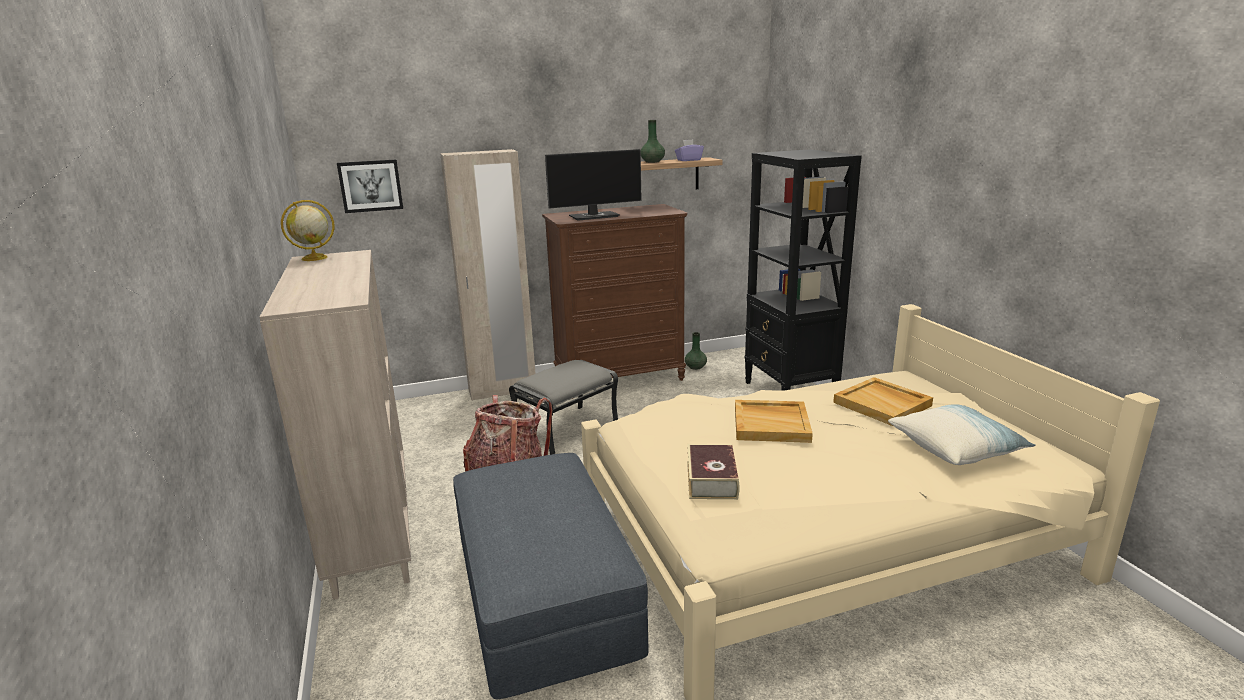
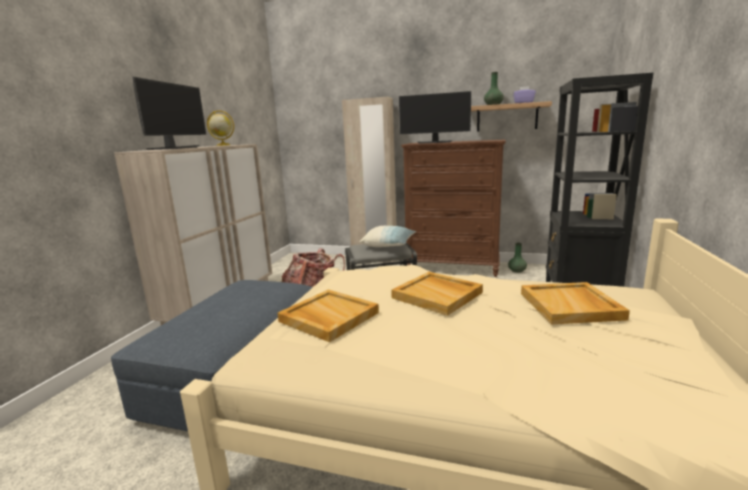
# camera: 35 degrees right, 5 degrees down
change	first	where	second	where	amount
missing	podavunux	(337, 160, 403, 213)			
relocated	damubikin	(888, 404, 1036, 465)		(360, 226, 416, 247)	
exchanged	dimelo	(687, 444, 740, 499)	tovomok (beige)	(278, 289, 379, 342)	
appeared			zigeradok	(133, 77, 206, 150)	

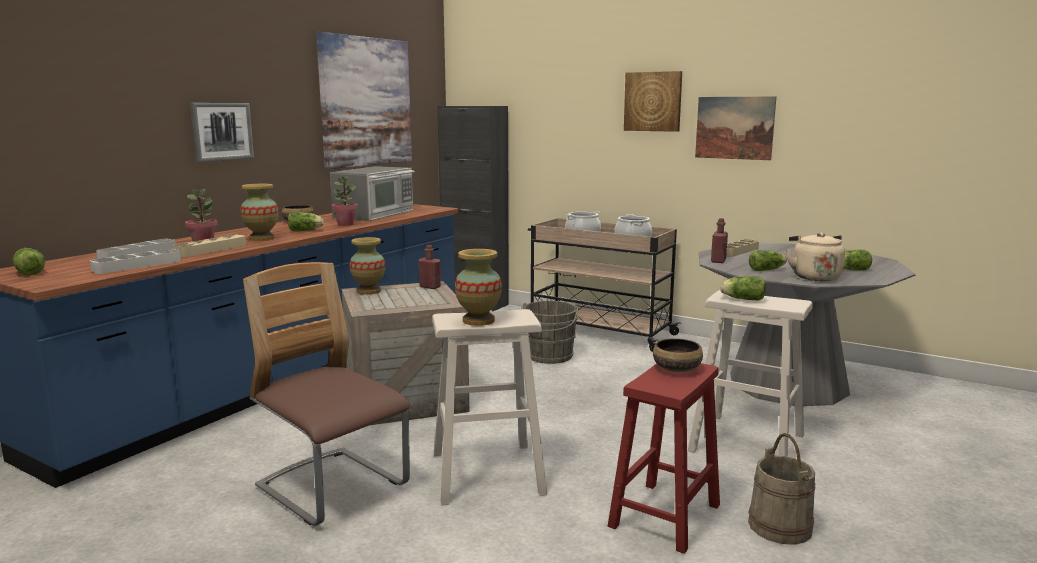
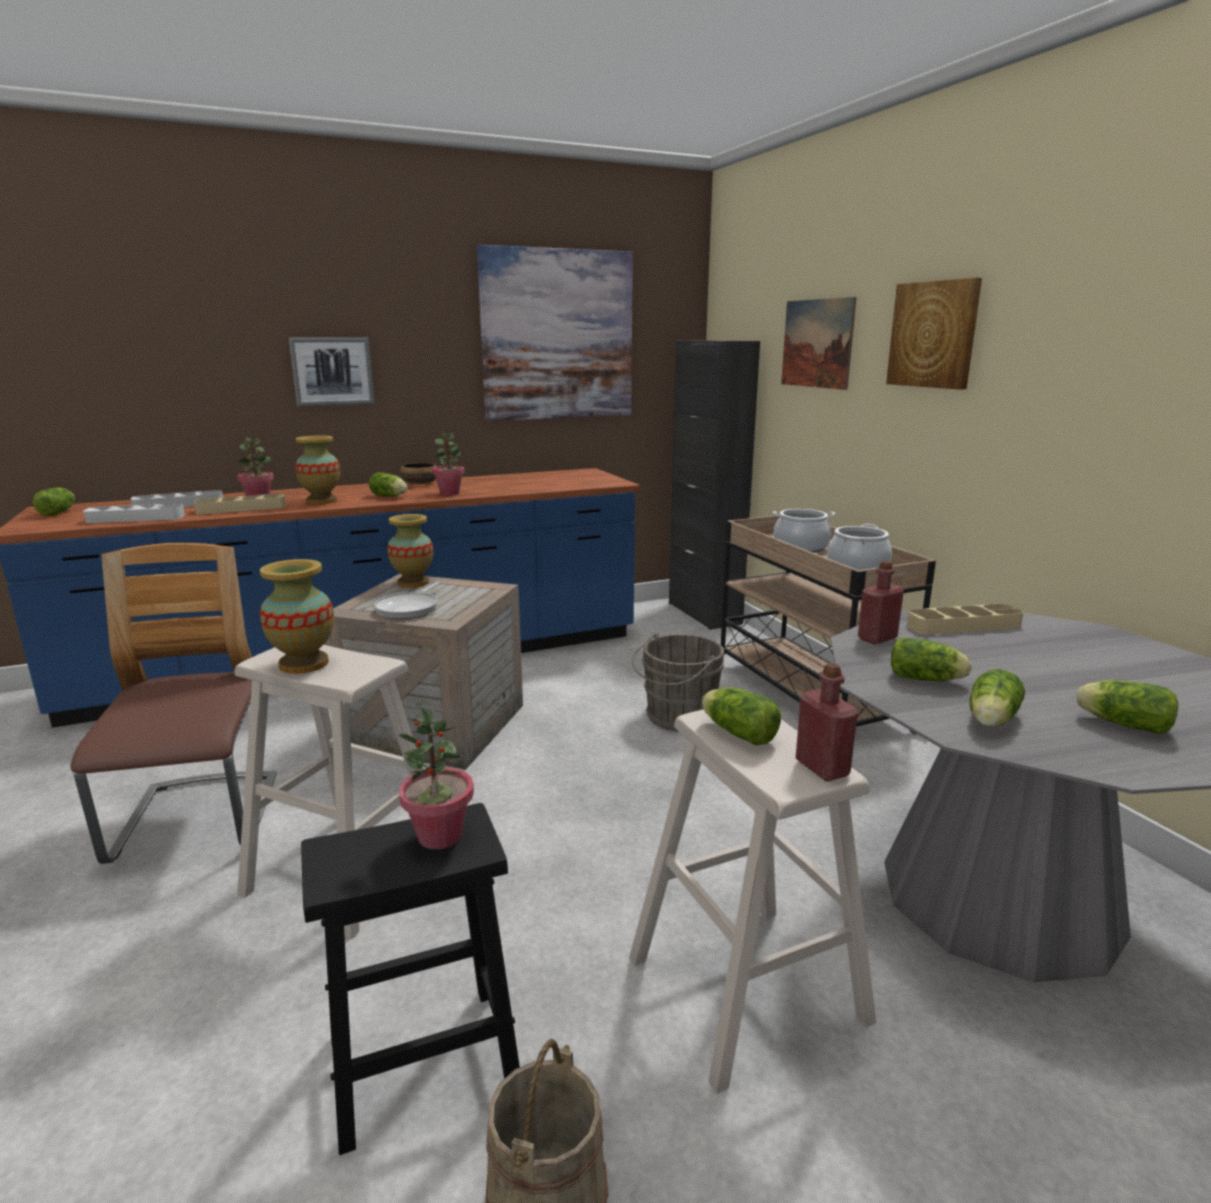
# camera: 35 degrees right, 5 degrees up
change	first	where	second	where	amount
relocated	podavunux	(695, 96, 776, 160)		(781, 297, 856, 390)	
missing	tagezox	(330, 166, 415, 221)			
exchanged	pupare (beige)	(786, 233, 845, 281)	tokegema	(970, 669, 1025, 727)	
relocated	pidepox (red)	(418, 245, 441, 289)		(795, 663, 858, 781)	
exchanged	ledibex	(653, 338, 703, 372)	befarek	(399, 706, 474, 849)	
colour	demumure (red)	(608, 363, 720, 554)	demumure (black)	(301, 803, 520, 1155)	
appeared			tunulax	(374, 582, 441, 619)	

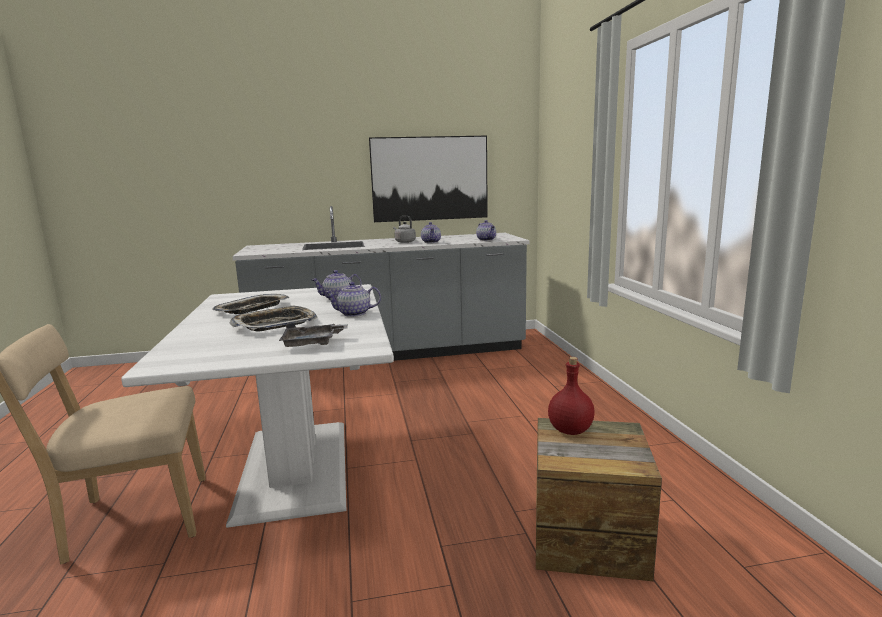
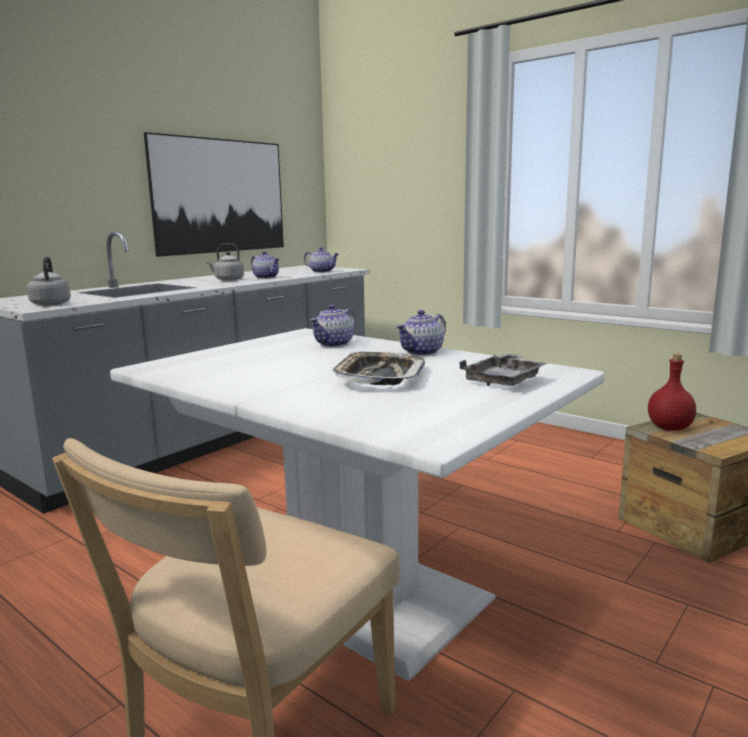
# camera: 40 degrees left, 0 degrees up
change	first	where	second	where	amount
missing	tovomok	(212, 294, 289, 314)			
appeared			pupare (grey)	(27, 257, 71, 306)	

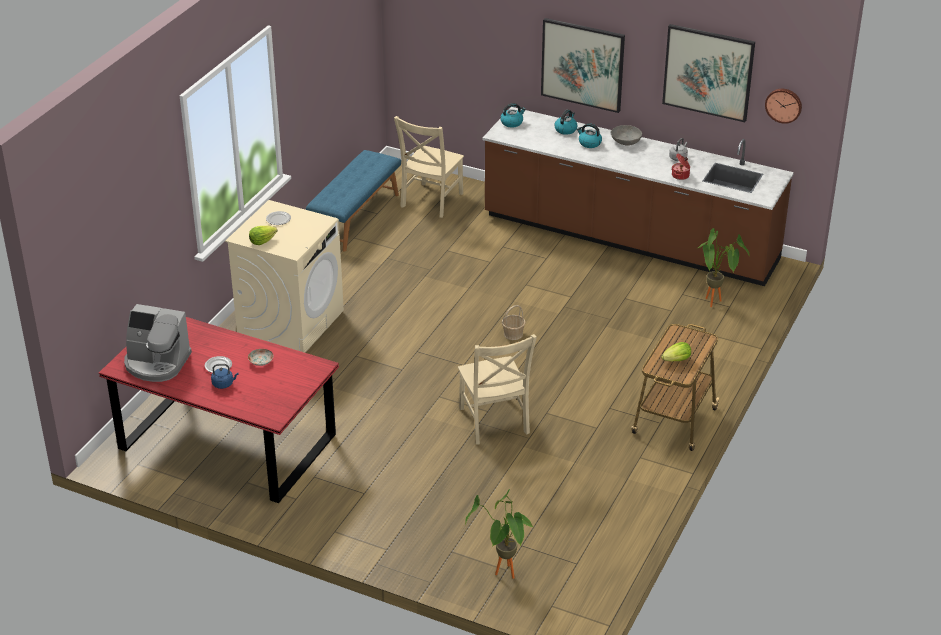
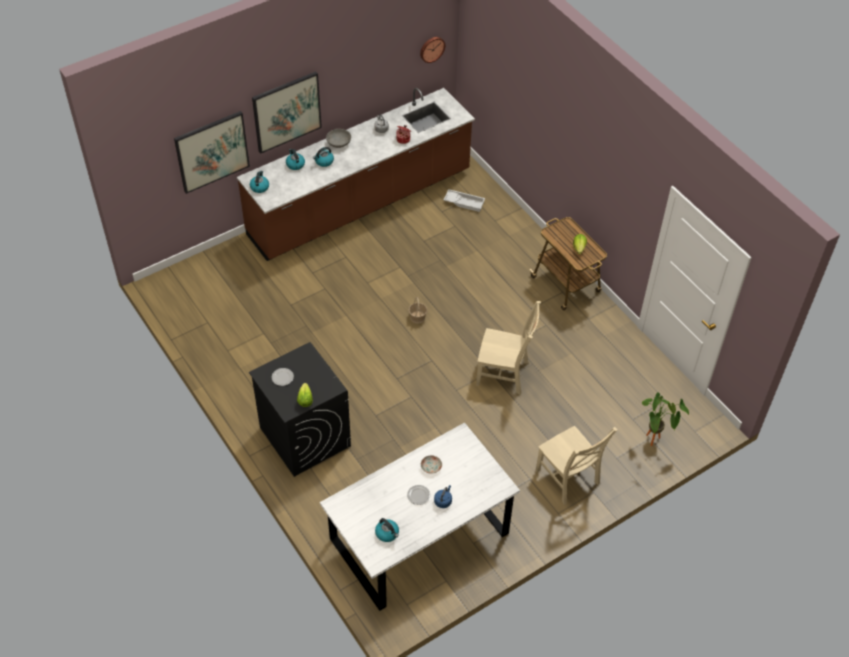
# camera: 60 degrees left, 15 degrees up
change	first	where	second	where	amount
relocated	podavunux	(662, 24, 755, 122)		(174, 111, 250, 194)	
relocated	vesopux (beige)	(394, 116, 464, 218)		(536, 426, 618, 505)	
missing	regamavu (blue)	(306, 150, 401, 251)			
colour	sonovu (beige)	(225, 200, 344, 353)	sonovu (black)	(249, 342, 351, 477)	
exchanged	befarek	(696, 228, 749, 307)	tovomok (white)	(444, 189, 485, 212)	
exchanged	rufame	(124, 304, 192, 382)	pupare	(375, 518, 399, 542)	
colour	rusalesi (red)	(99, 317, 339, 503)	rusalesi (white)	(320, 423, 520, 611)	

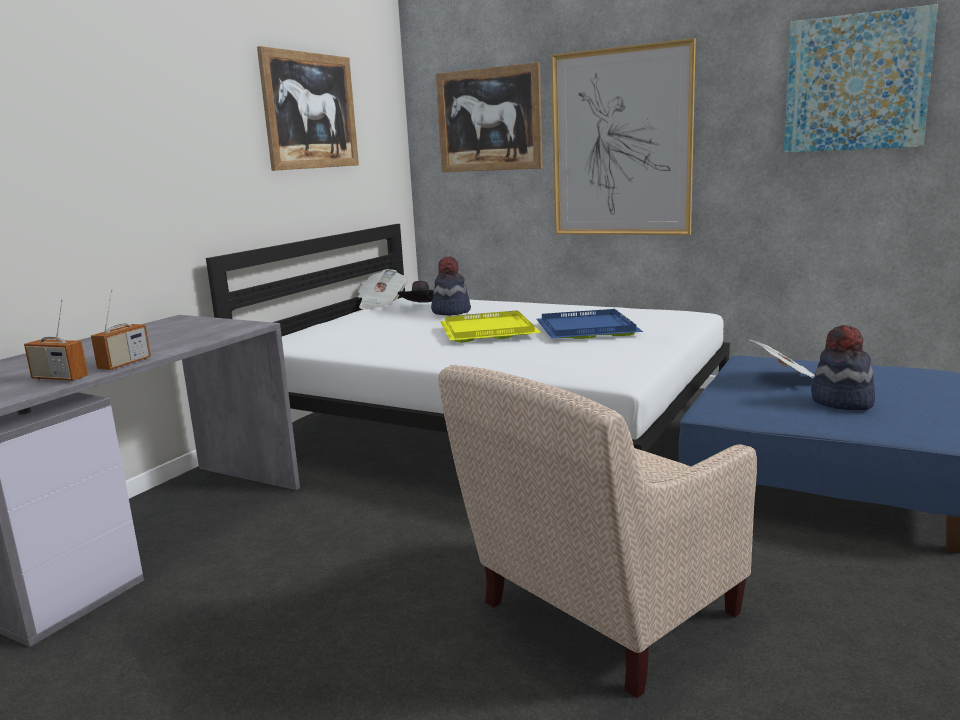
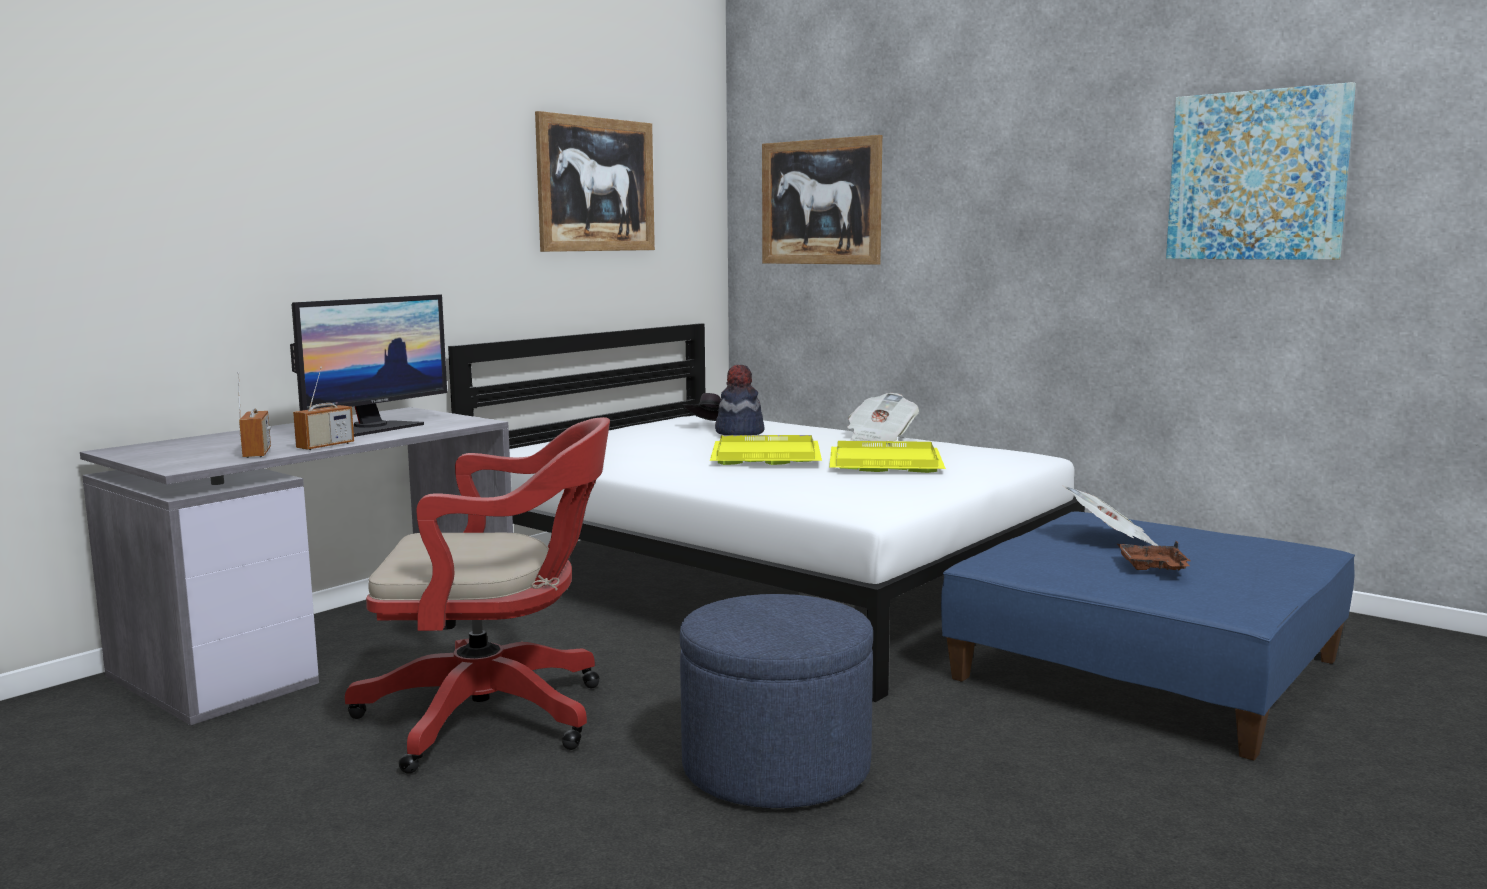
# camera: 10 degrees right, 5 degrees down
change	first	where	second	where	amount
missing	podavunux	(551, 38, 696, 235)			
relocated	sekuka	(358, 269, 408, 309)		(847, 393, 919, 445)	
spun	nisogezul	(24, 299, 88, 381)		(238, 372, 271, 458)	135 degrees counterclockwise
colour	tovomok (blue)	(536, 309, 643, 339)	tovomok (yellow)	(829, 441, 946, 473)	
exchanged	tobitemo	(811, 325, 875, 410)	tovomok (brown)	(1117, 541, 1190, 570)	
exchanged	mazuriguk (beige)	(438, 365, 757, 698)	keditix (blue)	(680, 594, 873, 808)	
appeared			zigeradok	(290, 295, 447, 437)	
appeared			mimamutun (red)	(345, 417, 610, 774)	

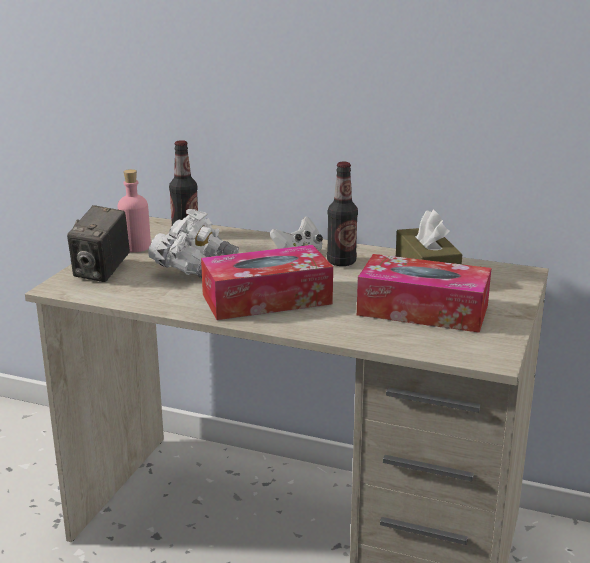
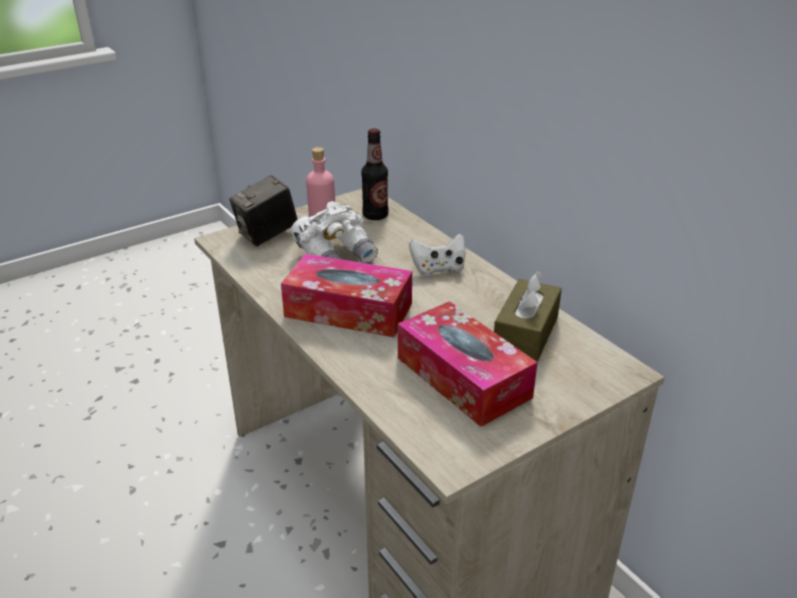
# camera: 35 degrees right, 10 degrees up
change	first	where	second	where	amount
missing	pidepox	(327, 162, 358, 266)			

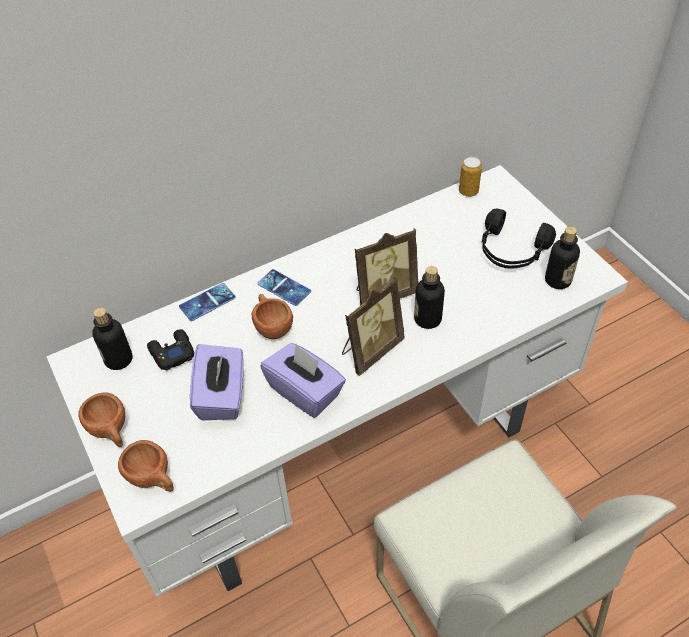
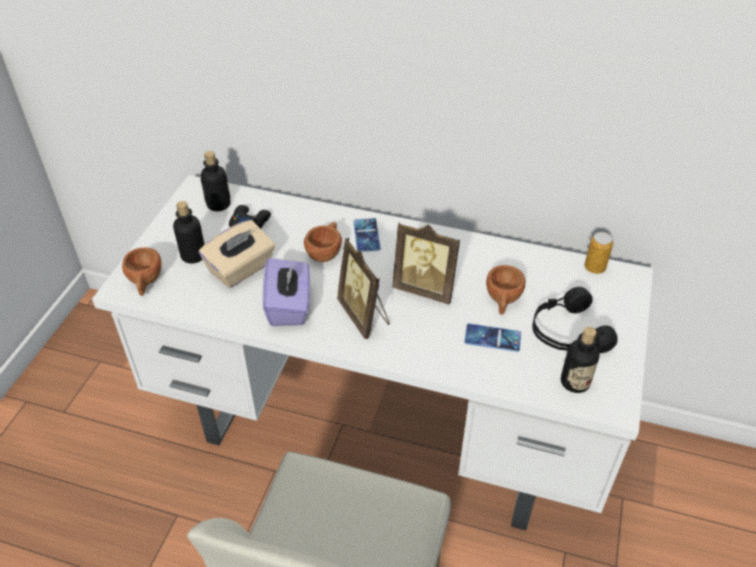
# camera: 45 degrees right, 5 degrees down
change	first	where	second	where	amount
relocated	pidepox	(414, 266, 445, 329)		(173, 201, 205, 264)	
spun	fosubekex	(342, 277, 405, 376)		(337, 238, 390, 339)	60 degrees clockwise
relocated	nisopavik	(179, 283, 236, 321)		(464, 324, 521, 352)	
colour	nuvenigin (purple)	(190, 344, 244, 420)	nuvenigin (beige)	(199, 220, 275, 288)	
relocated	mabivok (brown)	(79, 392, 125, 447)		(486, 265, 526, 315)	

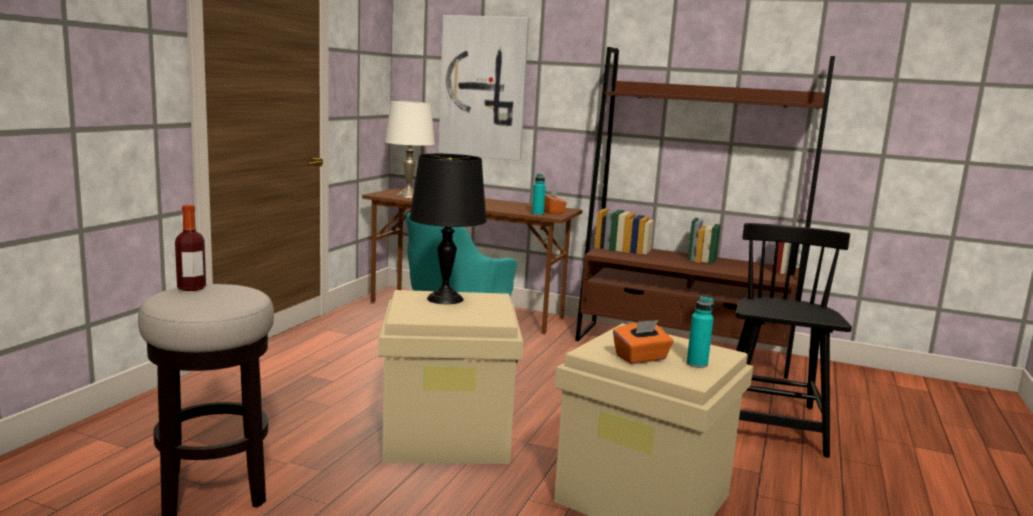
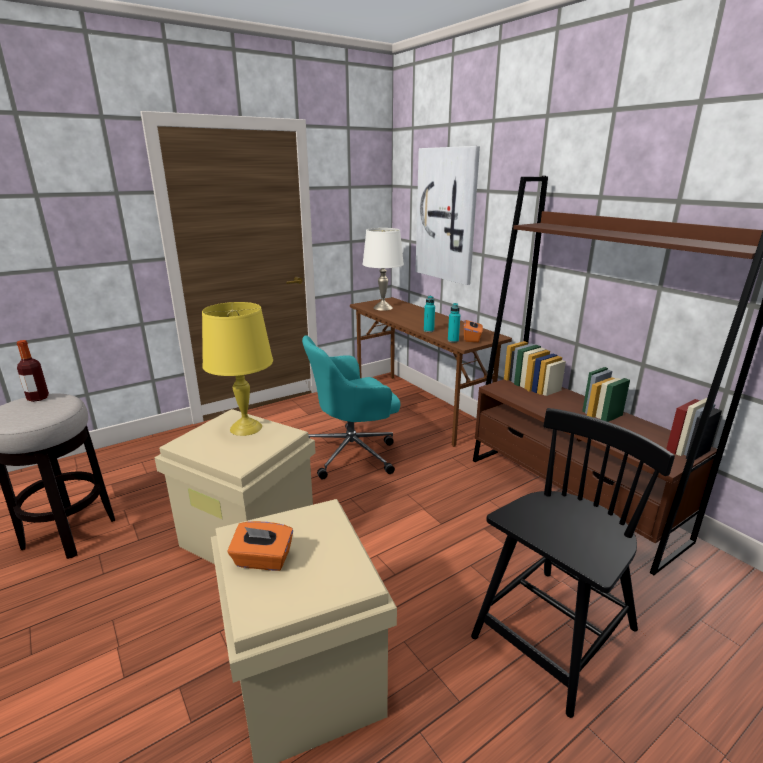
# camera: 35 degrees right, 10 degrees up
change	first	where	second	where	amount
colour	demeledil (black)	(409, 154, 487, 304)	demeledil (yellow)	(202, 302, 273, 436)	
relocated	pidepox (turquoise)	(687, 296, 714, 368)		(424, 296, 435, 332)	

